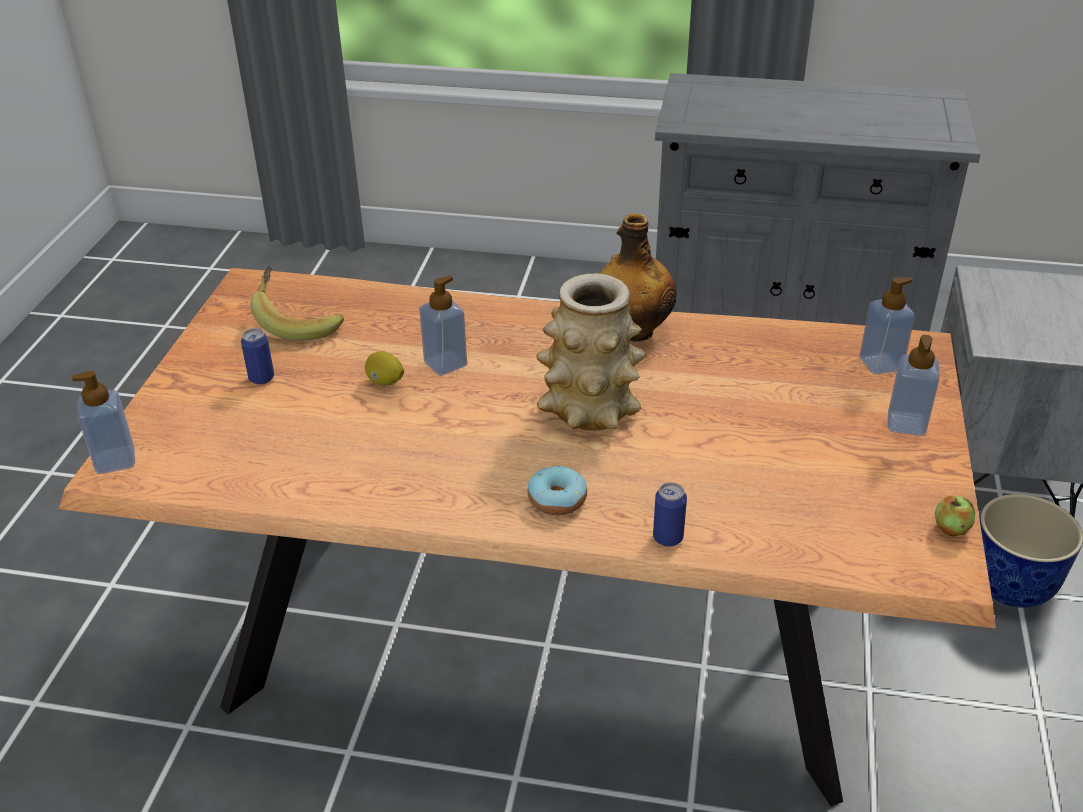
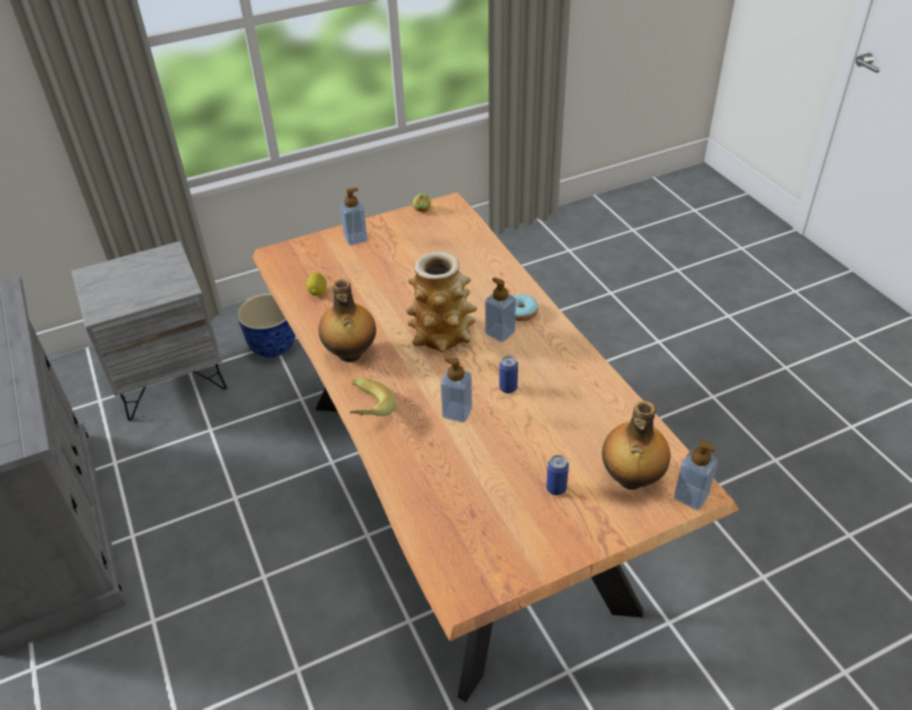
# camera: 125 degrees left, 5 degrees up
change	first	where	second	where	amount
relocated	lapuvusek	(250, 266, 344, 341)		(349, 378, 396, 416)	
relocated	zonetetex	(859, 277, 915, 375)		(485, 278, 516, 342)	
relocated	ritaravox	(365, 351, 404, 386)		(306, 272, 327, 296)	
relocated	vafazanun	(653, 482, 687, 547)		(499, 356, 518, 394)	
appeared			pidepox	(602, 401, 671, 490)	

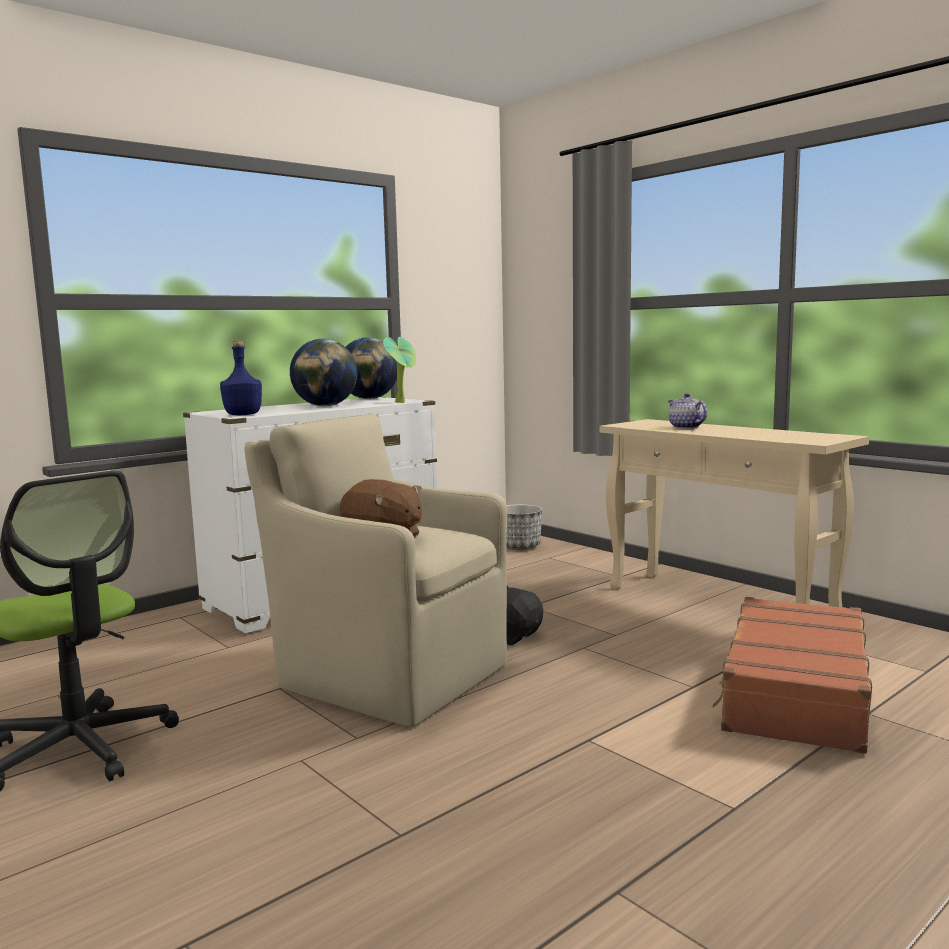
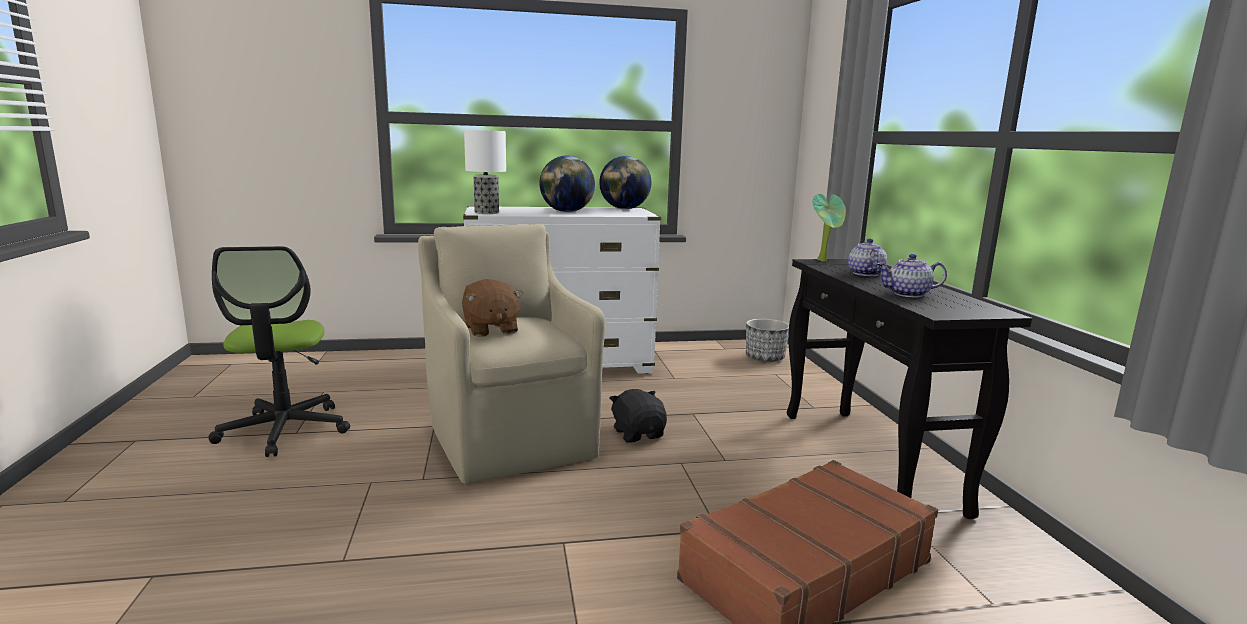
# camera: 30 degrees right, 5 degrees up
change	first	where	second	where	amount
relocated	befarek	(383, 337, 416, 403)		(812, 194, 846, 262)	
exchanged	pidepox (blue)	(220, 341, 262, 415)	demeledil	(464, 130, 506, 214)	
colour	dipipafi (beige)	(600, 419, 869, 608)	dipipafi (black)	(787, 259, 1032, 519)	
appeared			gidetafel	(877, 254, 947, 297)	

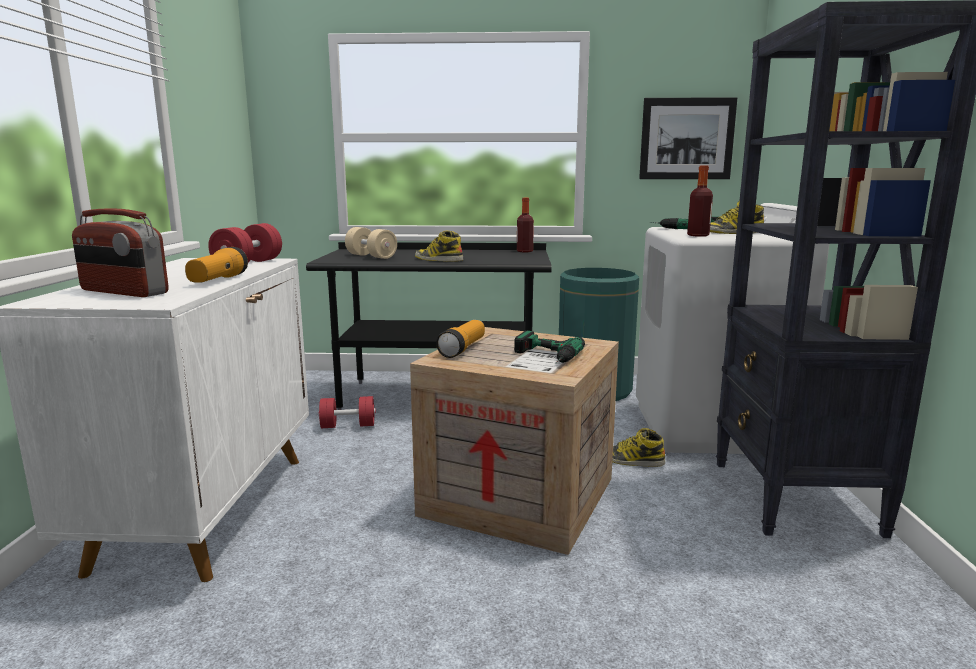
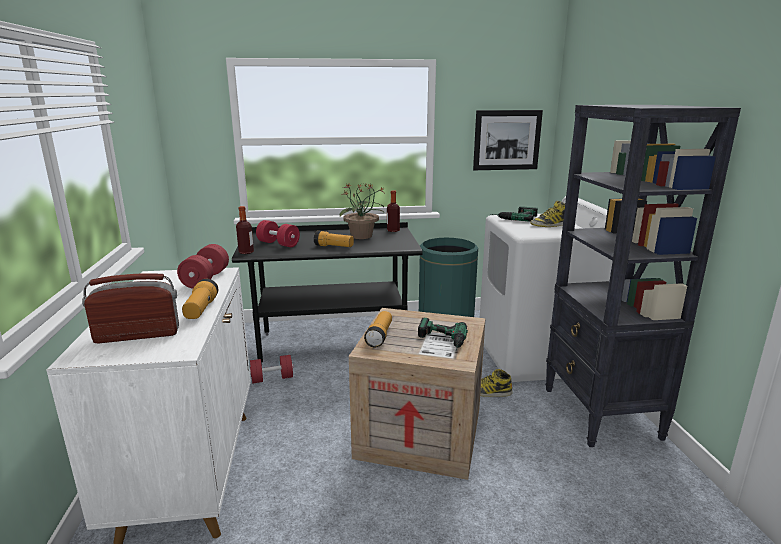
# camera: 10 degrees left, 5 degrees up
change	first	where	second	where	amount
relocated	pidepox	(687, 166, 713, 237)		(236, 206, 254, 254)	
spun	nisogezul	(72, 208, 169, 297)		(82, 273, 179, 343)	150 degrees clockwise
colour	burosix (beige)	(345, 227, 397, 259)	burosix (red)	(256, 220, 300, 247)	
exchanged	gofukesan	(415, 231, 464, 262)	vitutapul	(314, 231, 354, 247)	
appeared			befarek	(340, 183, 384, 239)	

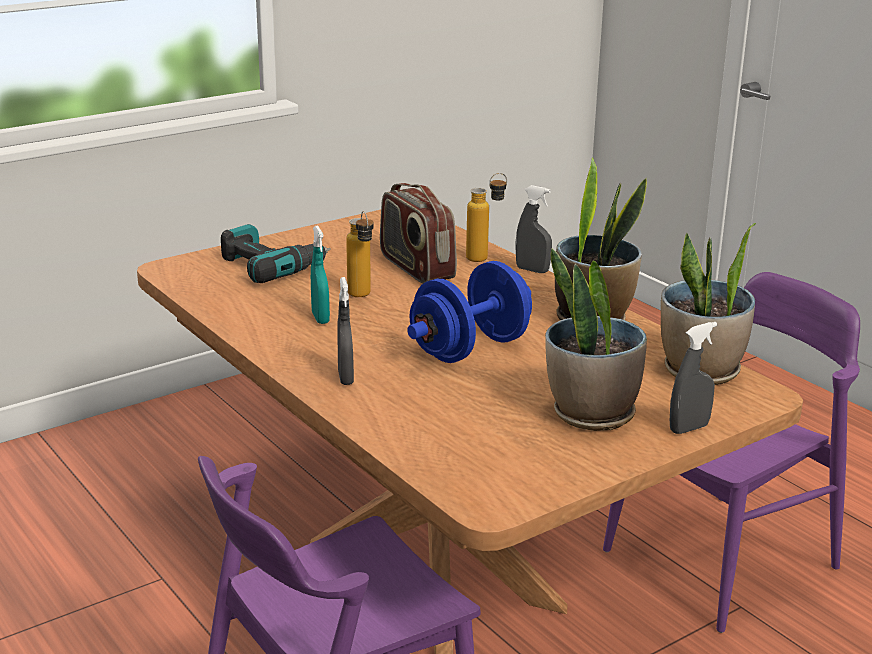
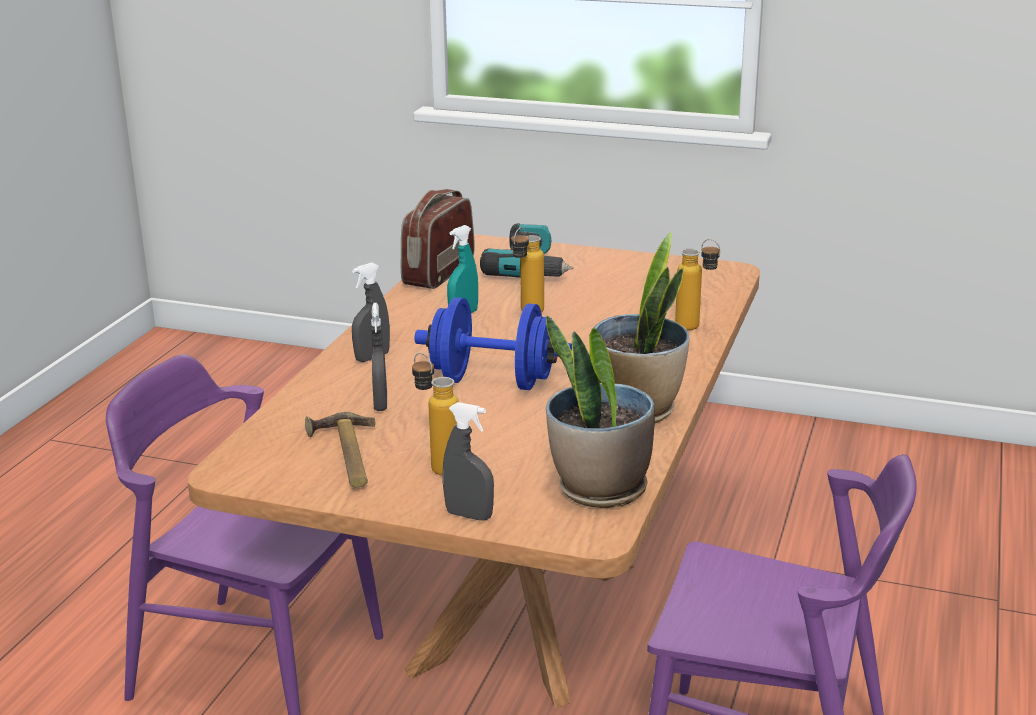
# camera: 55 degrees right, 0 degrees up
change	first	where	second	where	amount
relocated	nisogezul	(380, 183, 457, 284)		(401, 189, 475, 289)	
relocated	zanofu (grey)	(515, 185, 552, 273)		(371, 303, 387, 411)	
exchanged	befarek	(545, 249, 647, 431)	pidepox	(412, 353, 459, 475)	
appeared			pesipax	(305, 412, 375, 487)	

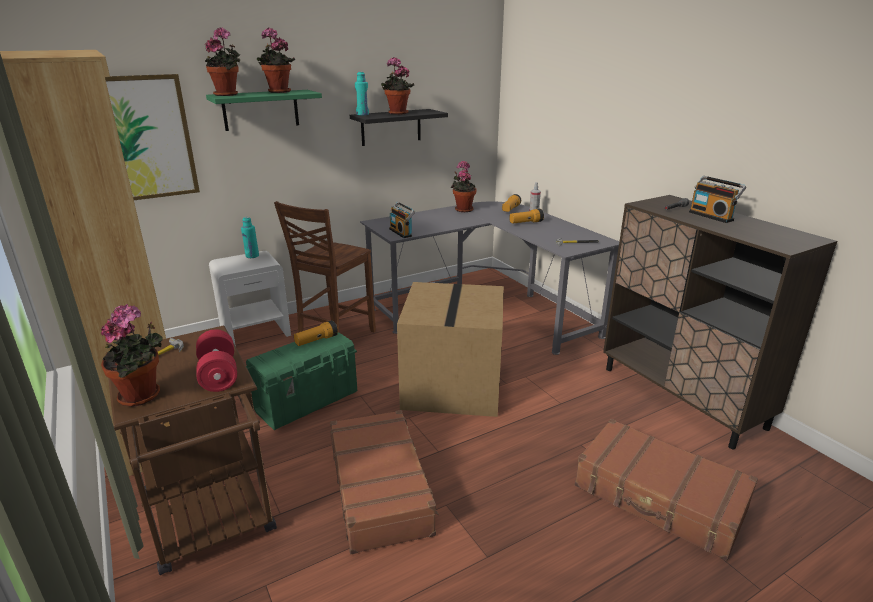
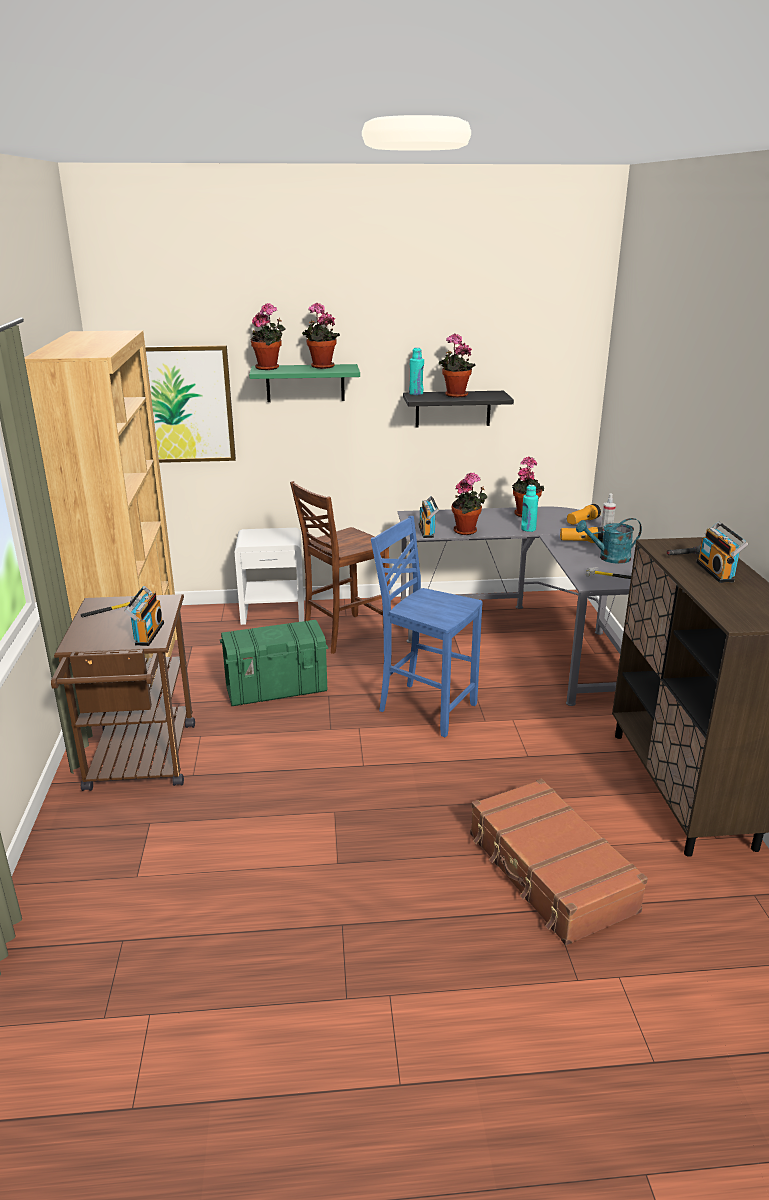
# camera: 25 degrees right, 0 degrees up
change	first	where	second	where	amount
relocated	pidepox (turquoise)	(241, 217, 259, 258)		(521, 485, 538, 532)	
exchanged	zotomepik	(397, 282, 504, 417)	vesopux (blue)	(371, 516, 483, 737)	
relocated	befarek	(101, 304, 163, 406)		(452, 473, 487, 535)	
missing	vitutapul	(294, 320, 338, 346)			
exchanged	burosix (red)	(196, 329, 237, 392)	nisogezul	(124, 586, 164, 646)	
missing	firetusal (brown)	(330, 410, 439, 554)			
appeared			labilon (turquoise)	(576, 518, 642, 564)	

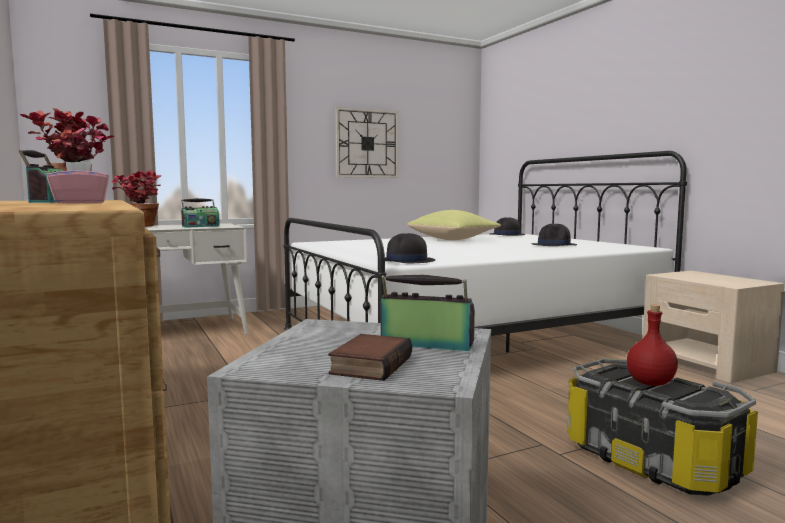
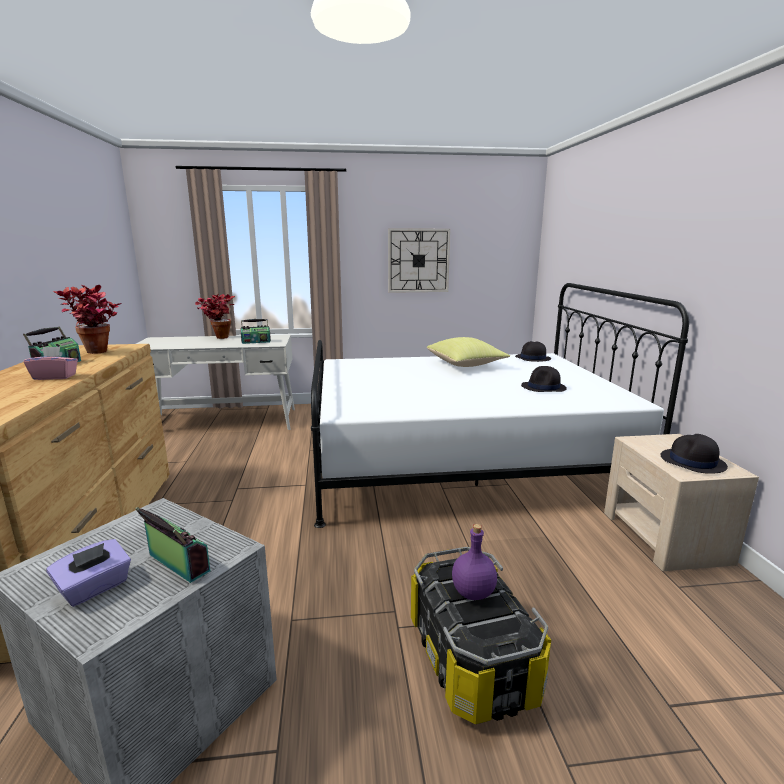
# camera: 20 degrees right, 10 degrees up
change	first	where	second	where	amount
relocated	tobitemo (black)	(385, 233, 435, 263)		(661, 434, 728, 474)	
colour	pidepox (red)	(627, 305, 678, 386)	pidepox (purple)	(452, 524, 497, 600)	
exchanged	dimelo	(328, 334, 412, 381)	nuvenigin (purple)	(46, 539, 131, 607)	

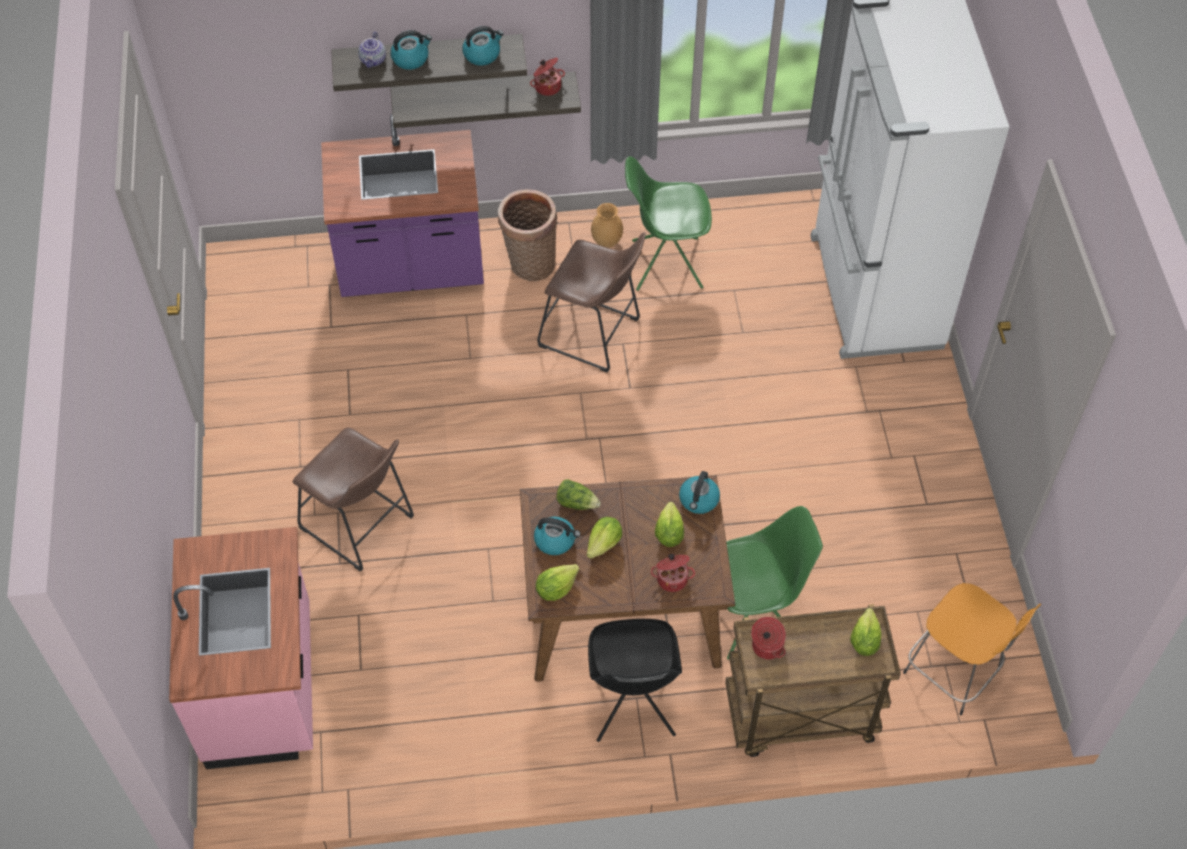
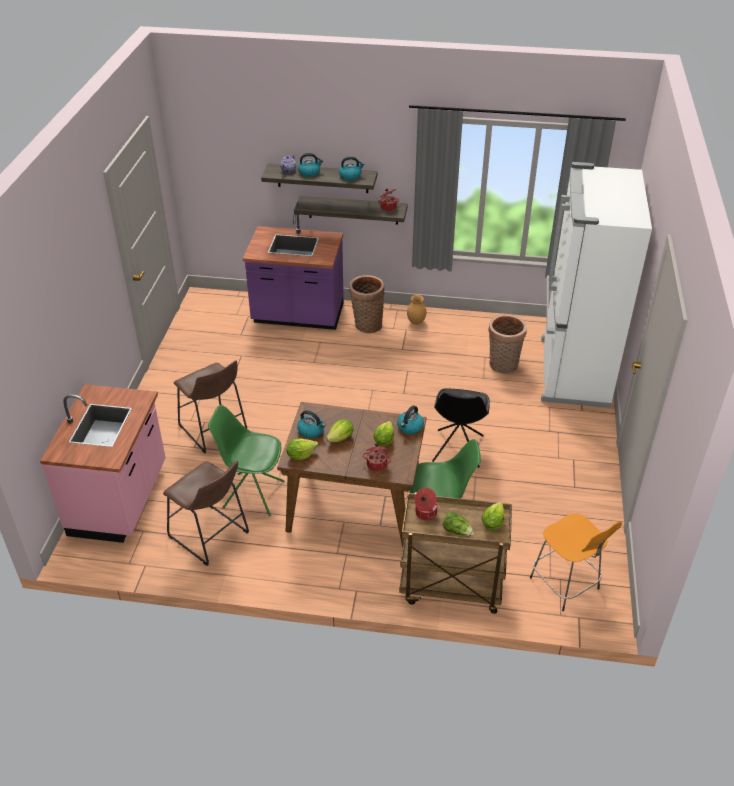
# camera: 15 degrees right, 15 degrees down
change	first	where	second	where	amount
relocated	vesopux (green)	(625, 156, 712, 291)		(208, 405, 284, 516)	
relocated	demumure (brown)	(537, 232, 646, 373)		(163, 460, 249, 566)	
relocated	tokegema	(556, 479, 601, 510)		(443, 512, 474, 536)	
relocated	vesopux (black)	(588, 619, 682, 742)		(432, 388, 490, 468)	
appeared			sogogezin	(488, 314, 527, 374)	

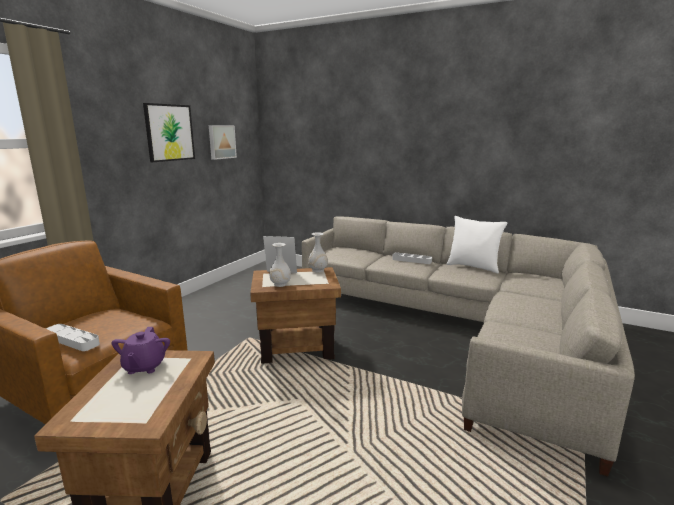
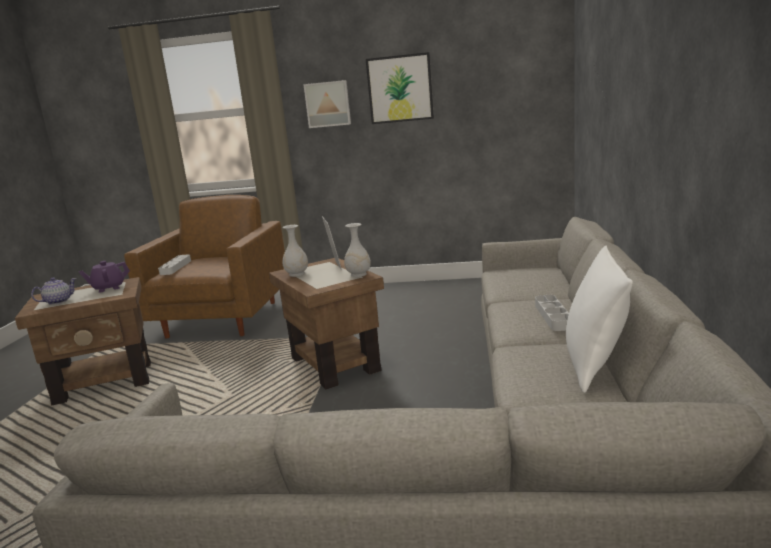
# camera: 70 degrees right, 0 degrees up
change	first	where	second	where	amount
relocated	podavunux	(209, 125, 237, 160)		(303, 80, 351, 128)	
appeared			gidetafel	(31, 278, 76, 305)	

